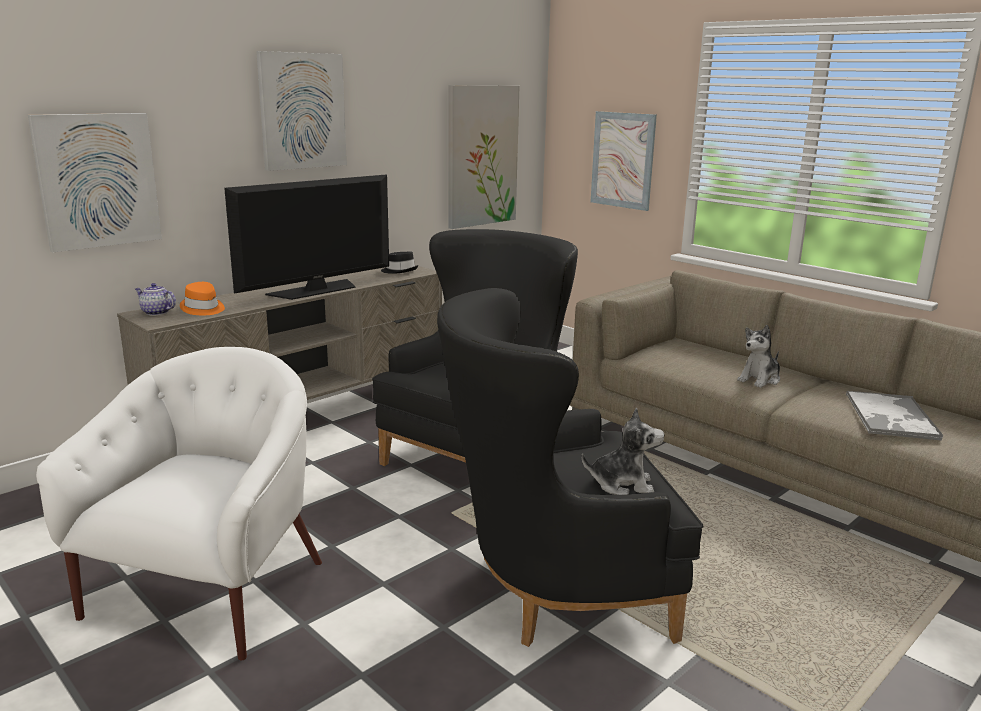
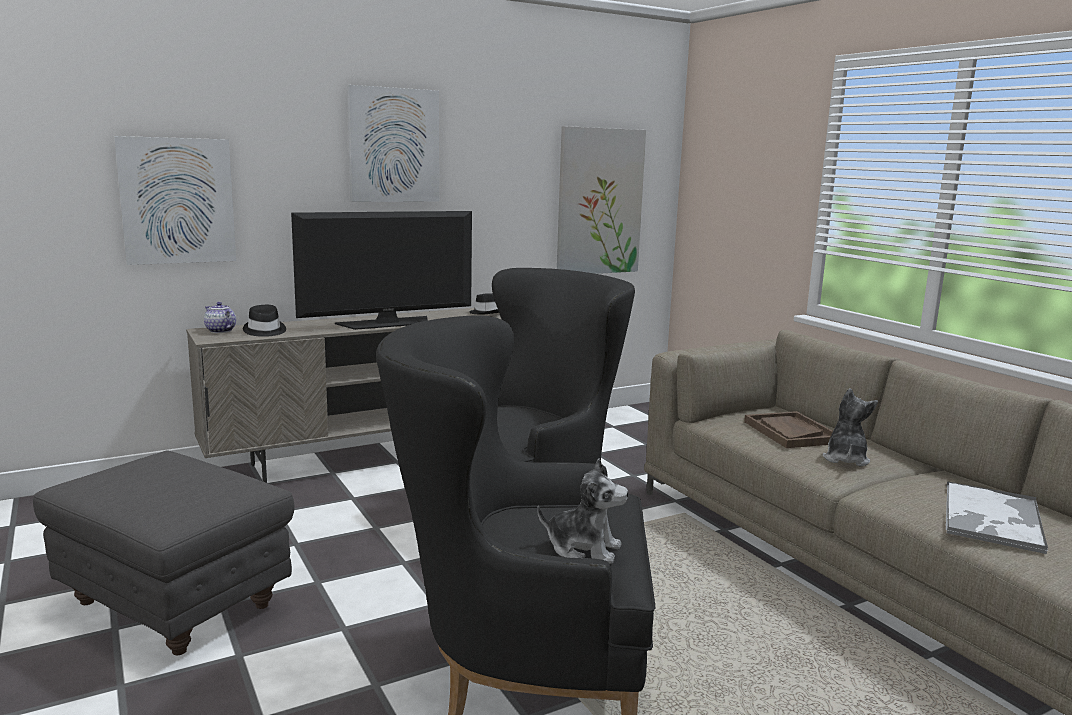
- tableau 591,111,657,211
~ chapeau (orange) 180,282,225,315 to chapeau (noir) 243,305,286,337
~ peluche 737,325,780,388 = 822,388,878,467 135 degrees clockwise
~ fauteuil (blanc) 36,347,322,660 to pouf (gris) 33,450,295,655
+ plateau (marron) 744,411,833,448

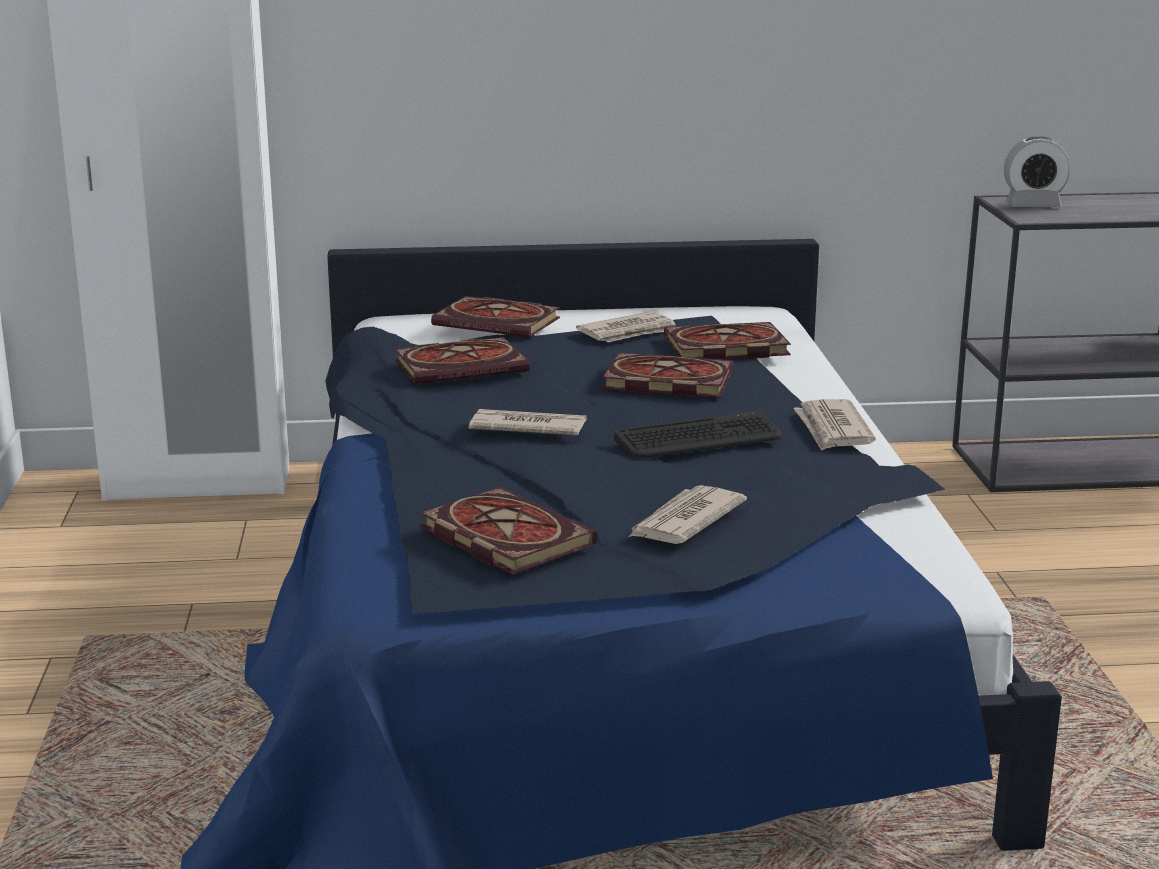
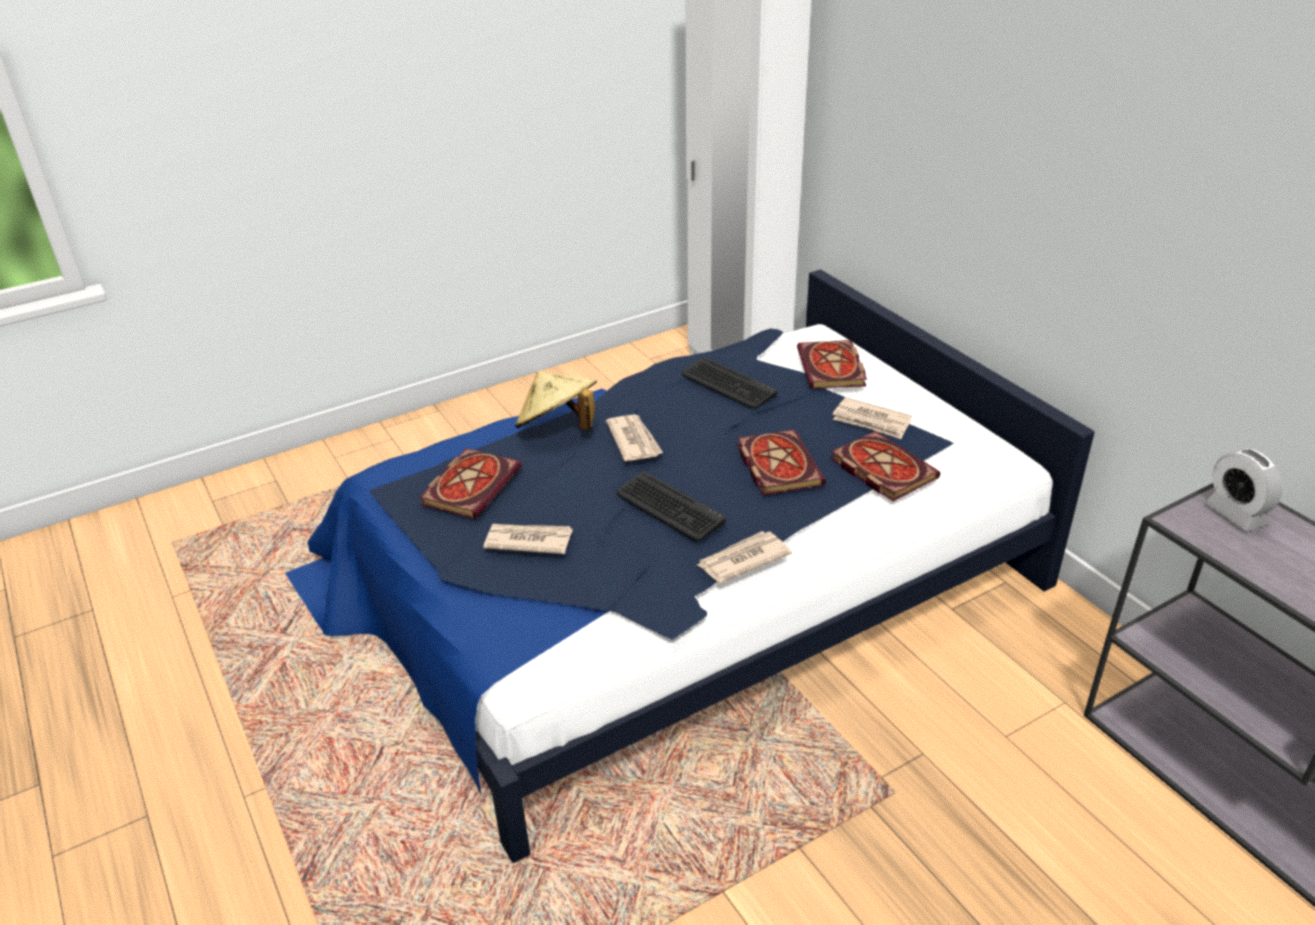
~ livre 394,337,530,384 to clavier 682,357,777,409
+ chapeau (beige) 515,372,597,430

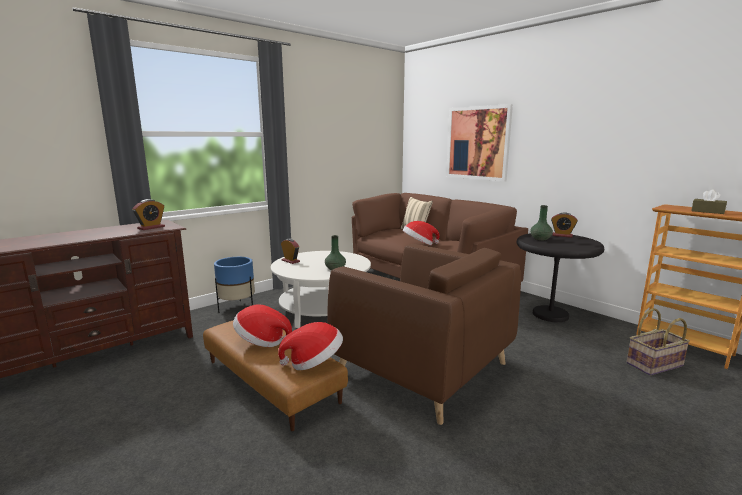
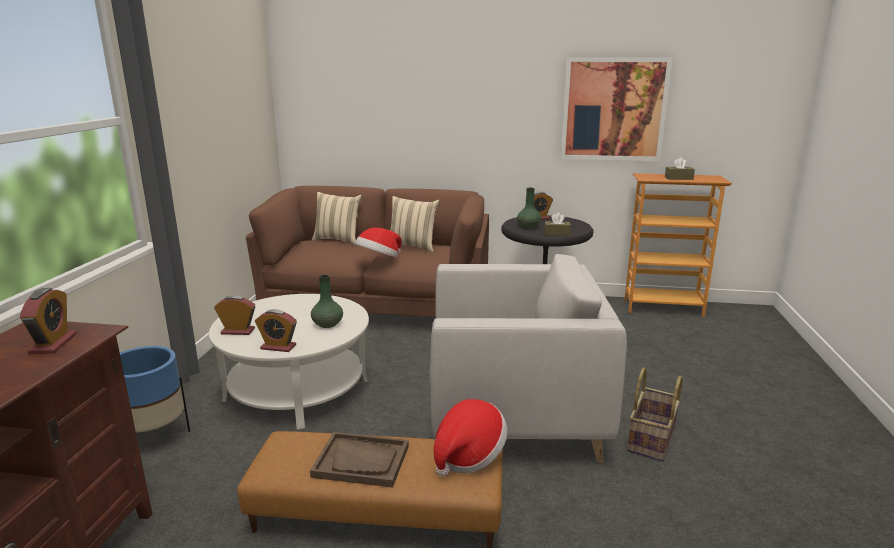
~ tableau 446,104,513,182 to 561,57,672,161
~ fauteuil (marron) 327,244,521,425 to fauteuil (gris) 430,254,627,463
~ chapeau 233,304,292,347 to plateau (marron) 310,432,409,488
~ panier 627,308,690,375 to 627,368,682,461
+ coussin (beige) 390,196,439,252
+ boîte à mouchoirs (marron) 544,213,571,236
+ réveil 255,309,297,352

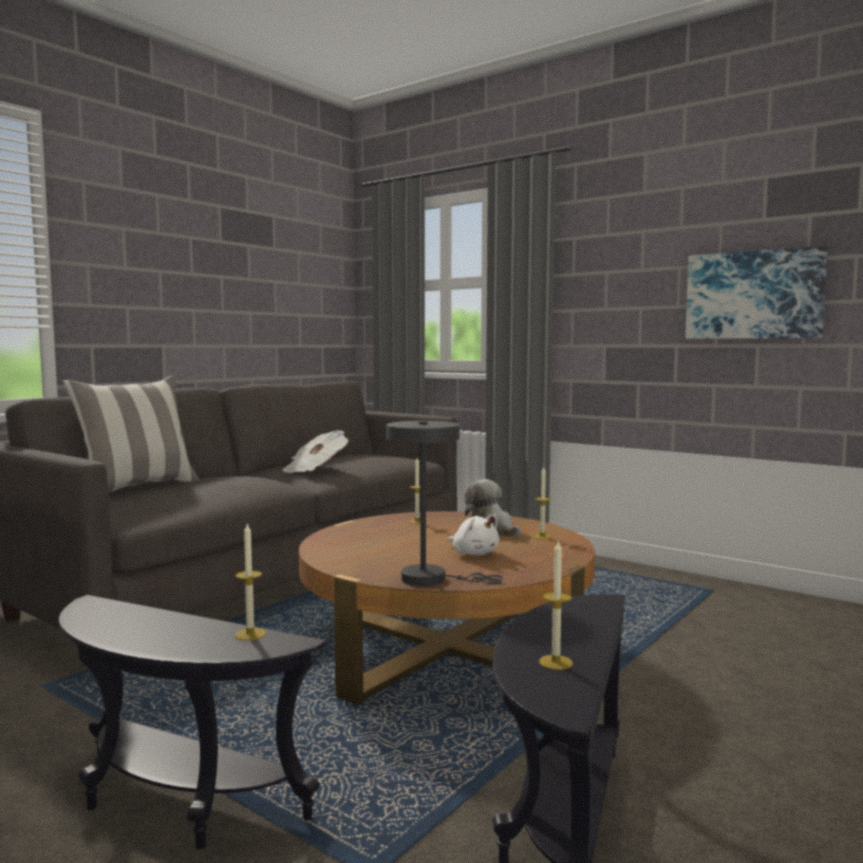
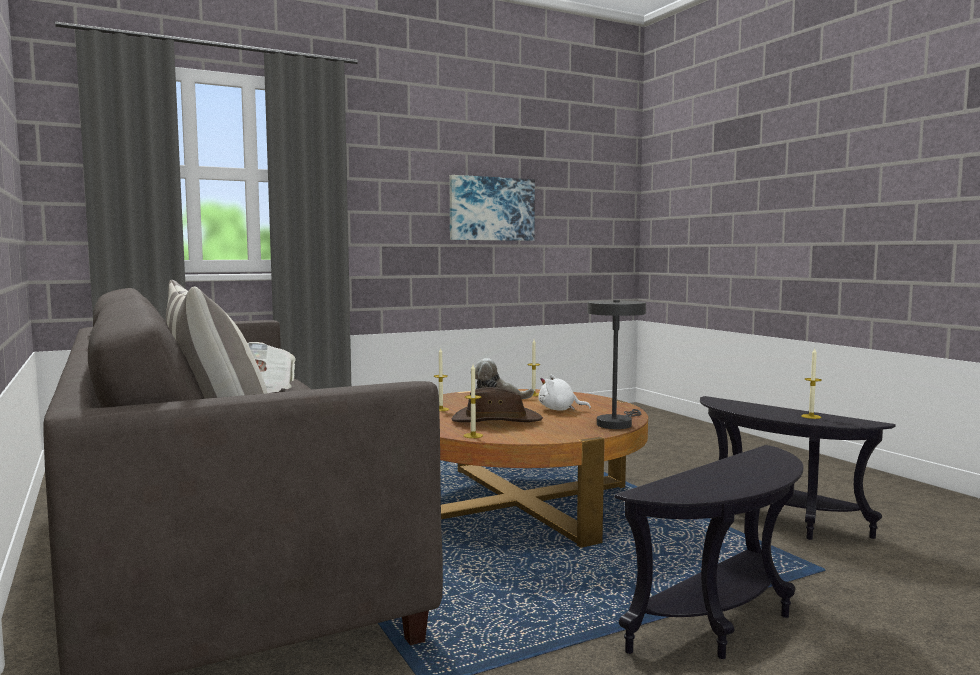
~ peluche (blanc) 448,514,499,555 = 538,374,591,411 150 degrees counterclockwise
~ bougie 235,522,266,641 to 464,365,483,438
+ chapeau (marron) 452,387,543,422

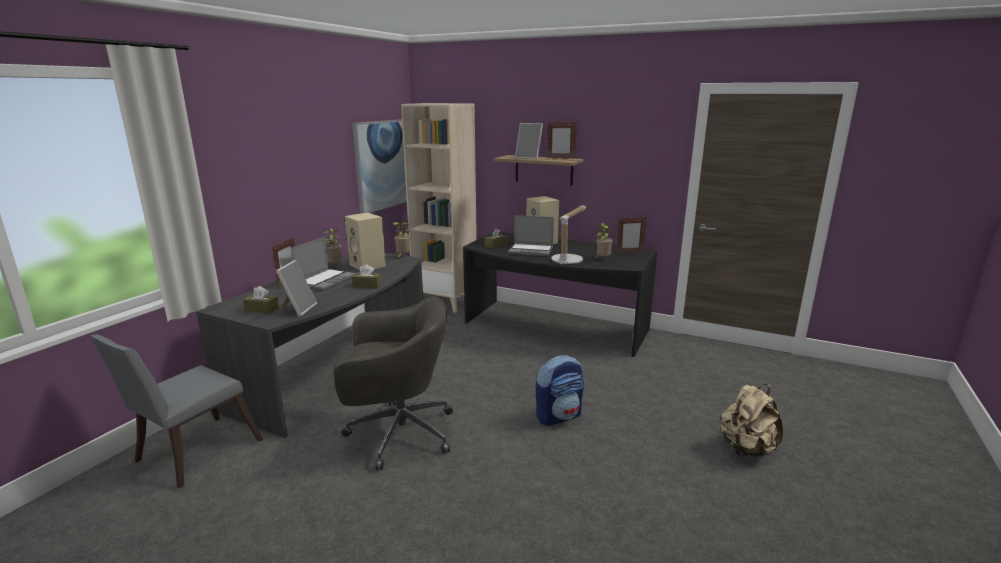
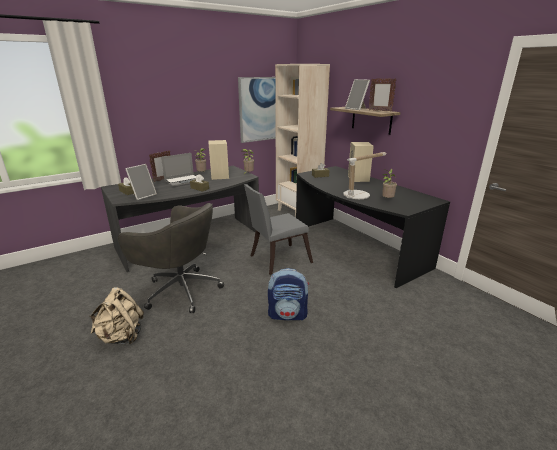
- ordinateur portable 508,215,554,256
- cadre photo 616,216,647,254
~ chaise (gris) 90,334,263,488 to 244,184,313,275
~ sac à dos (beige) 720,384,783,457 to 89,287,144,345

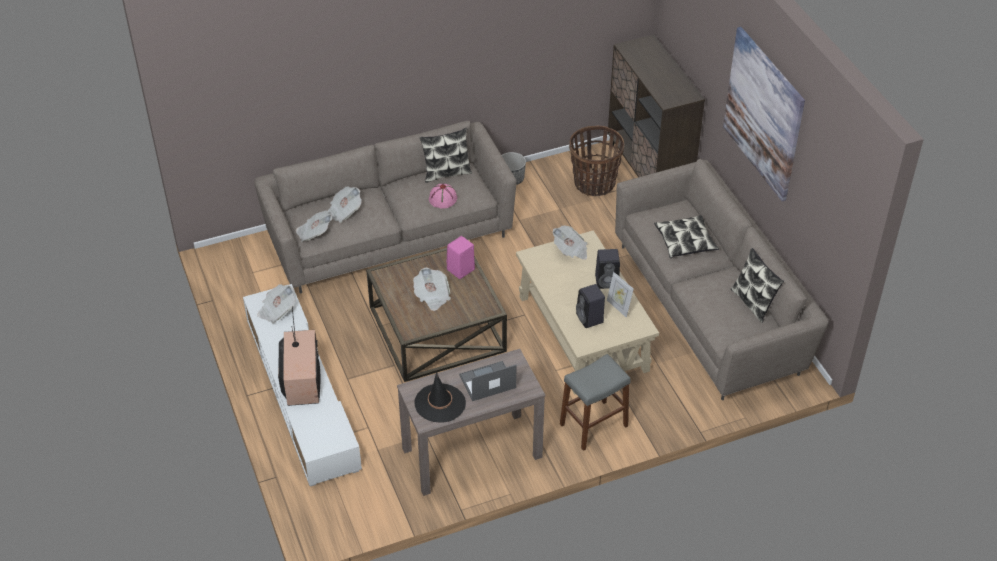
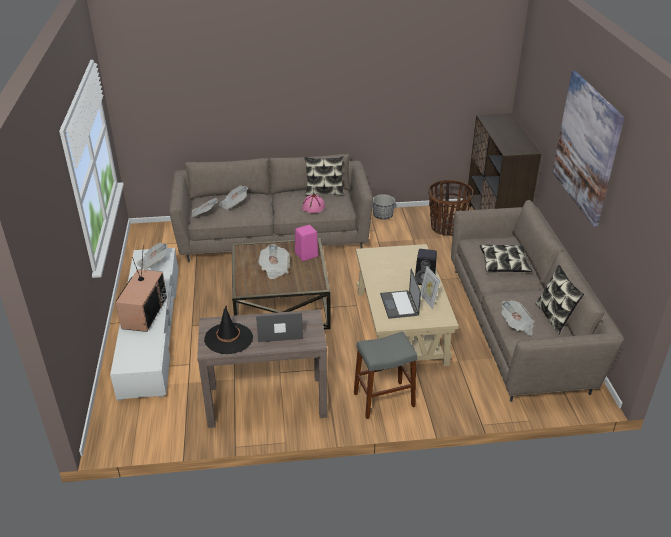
~ journal 553,226,588,260 to 501,300,535,336
~ enceinte (noir) 576,284,605,328 to ordinateur portable 380,269,421,319

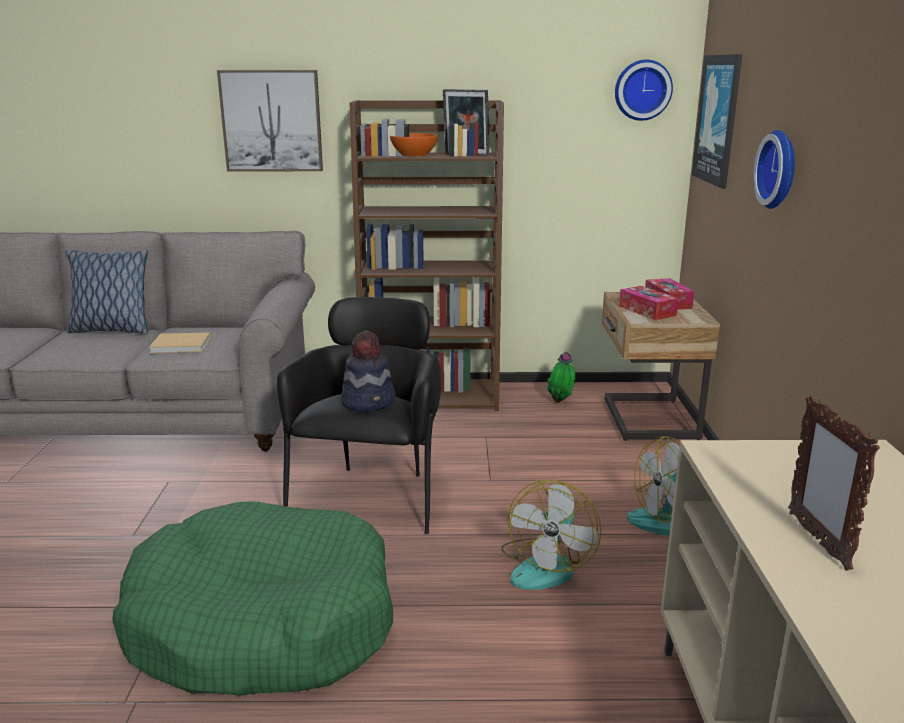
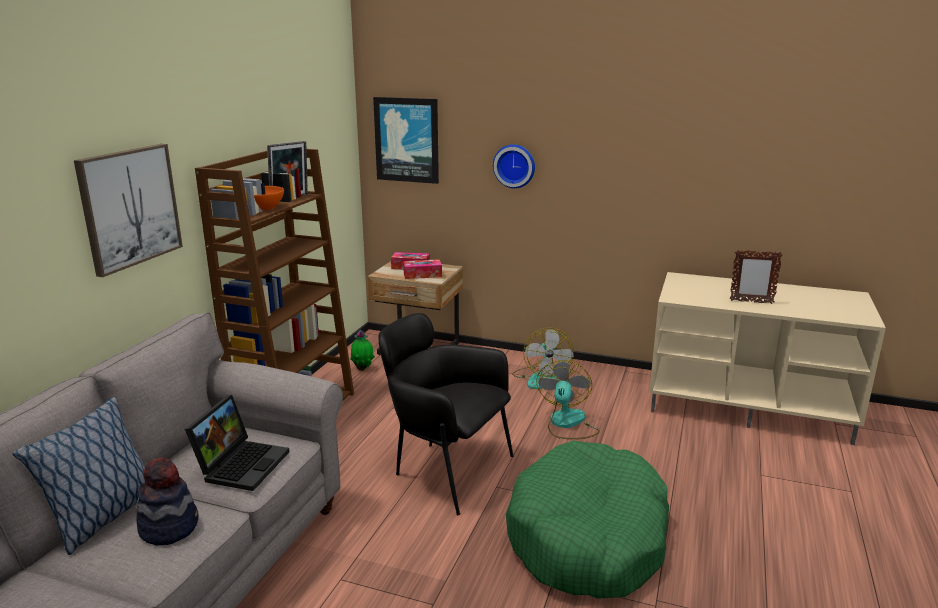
- horloge murale 615,60,673,121
~ chapeau 341,330,395,412 to 136,458,198,546
~ livre (beige) 149,332,211,353 to ordinateur portable 185,395,290,491
~ ventilateur 501,480,601,590 = 536,360,600,439 120 degrees counterclockwise

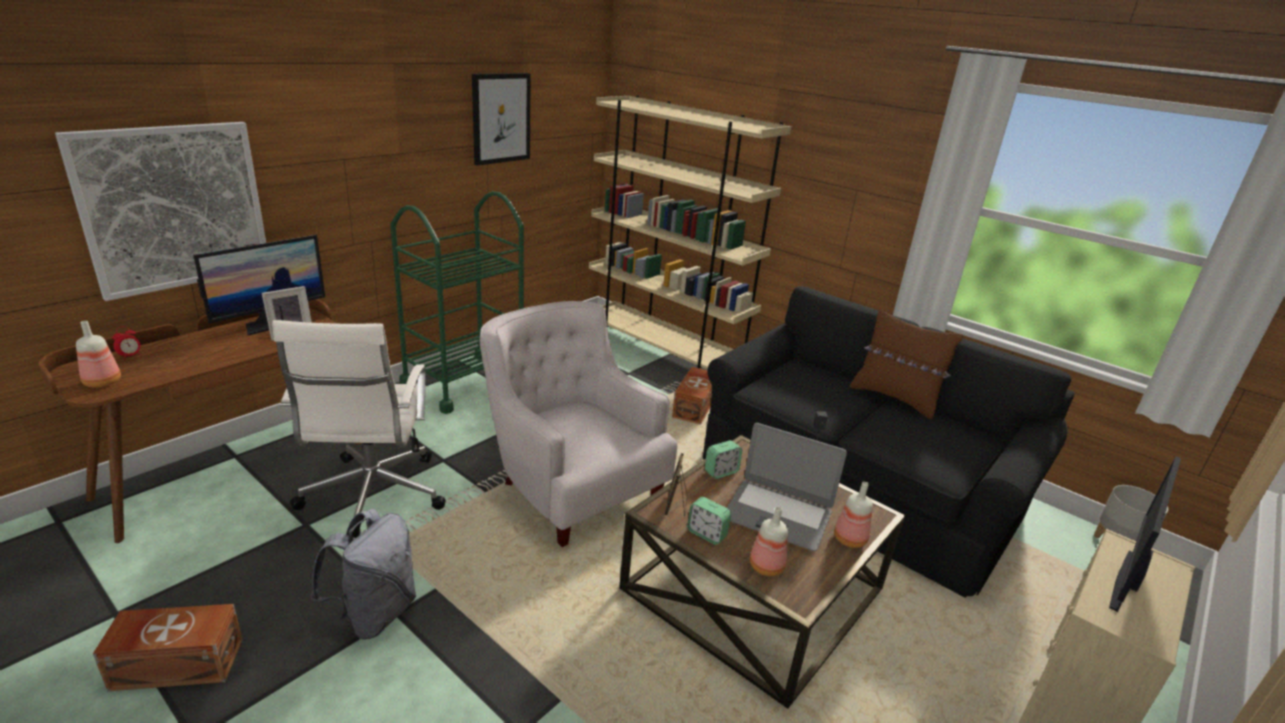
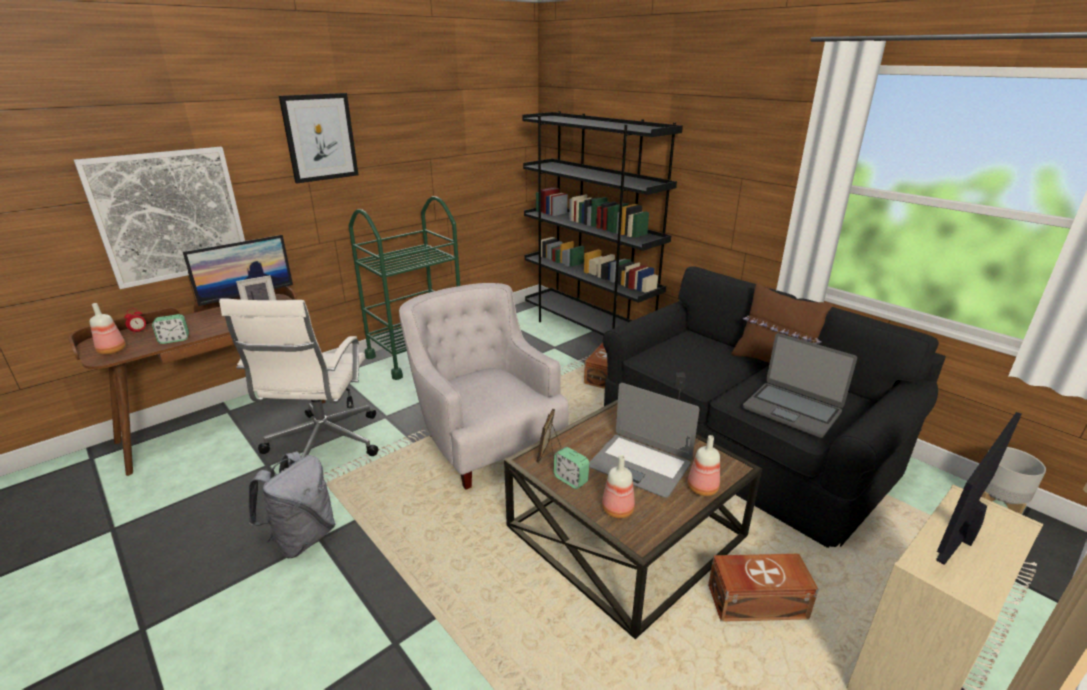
~ tableau 472,73,530,166 to 279,93,359,183
~ bibliothèque (beige) 589,95,792,370 to bibliothèque (noir) 522,111,683,336
~ réveil 705,440,742,479 to 152,314,189,344
~ boîte de rangement (marron) 93,604,243,692 to 708,554,819,622
+ ordinateur portable 743,333,857,438

